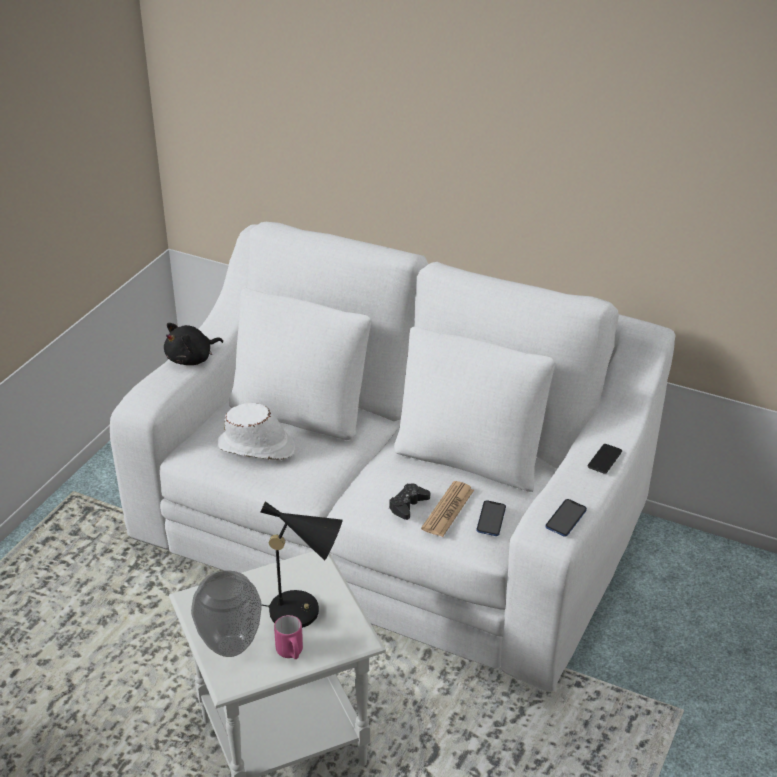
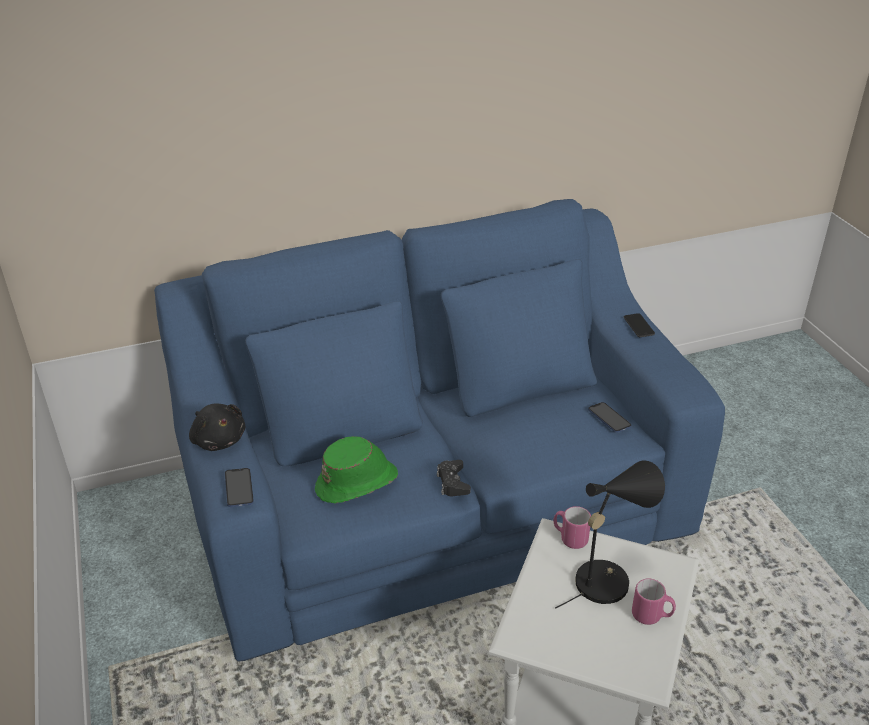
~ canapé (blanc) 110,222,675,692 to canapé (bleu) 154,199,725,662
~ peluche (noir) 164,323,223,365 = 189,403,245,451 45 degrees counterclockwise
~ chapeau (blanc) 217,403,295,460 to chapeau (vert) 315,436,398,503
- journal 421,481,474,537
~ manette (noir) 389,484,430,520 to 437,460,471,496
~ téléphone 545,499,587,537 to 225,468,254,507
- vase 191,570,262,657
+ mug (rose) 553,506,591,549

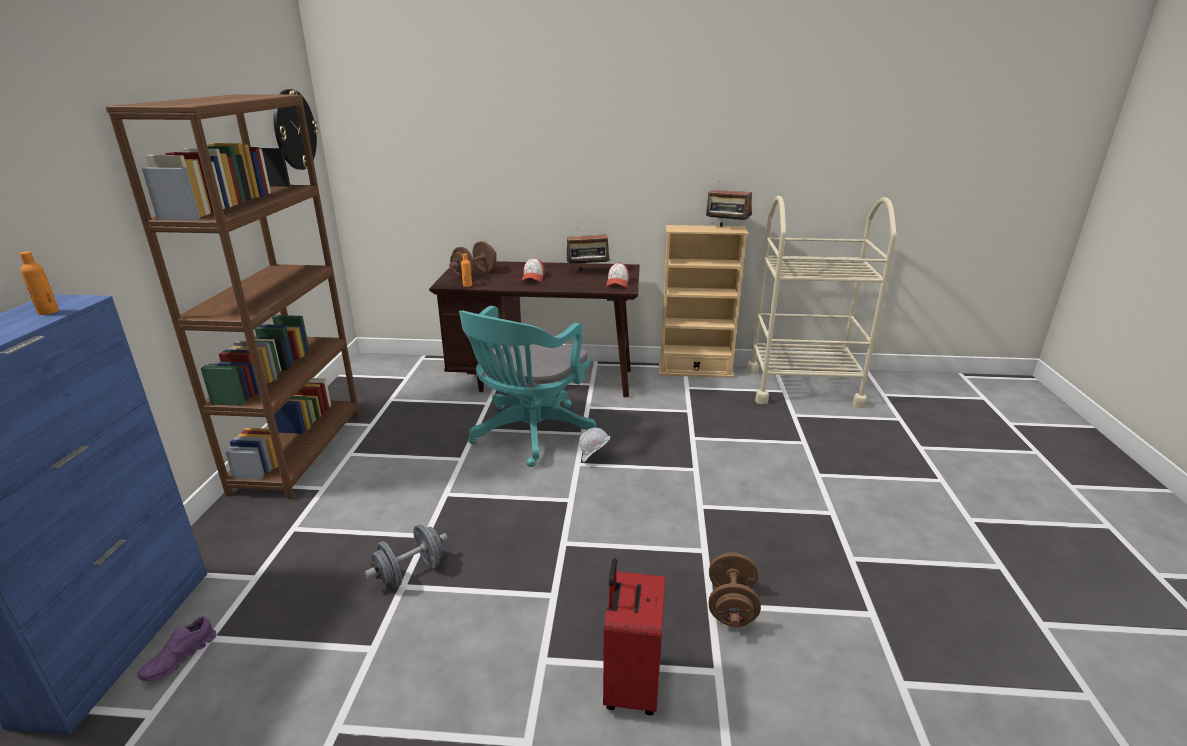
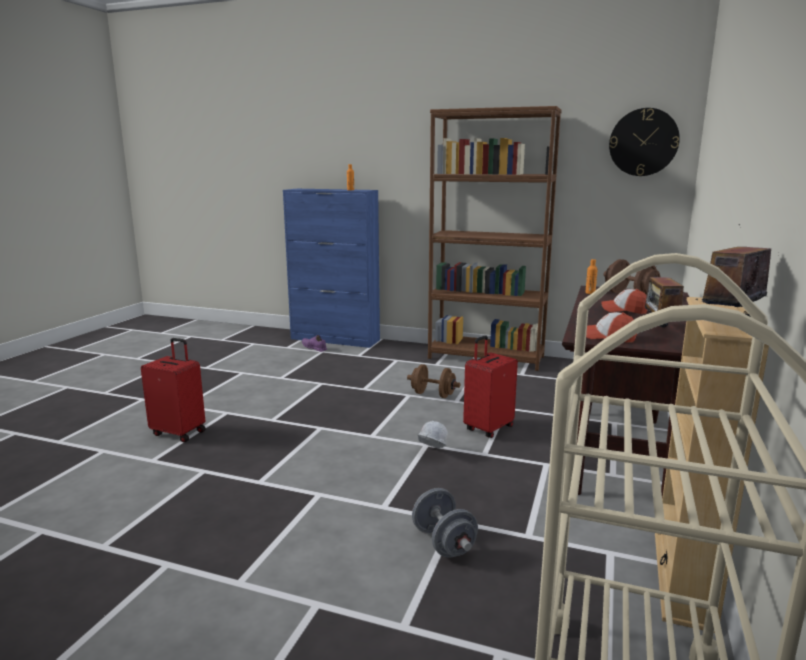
~ chaise de bureau (turquoise) 459,306,596,467 to valise (rouge) 463,335,518,438
~ haltère (gris) 365,524,448,587 to 412,488,478,557
~ haltère (marron) 709,552,761,627 to 407,364,460,398

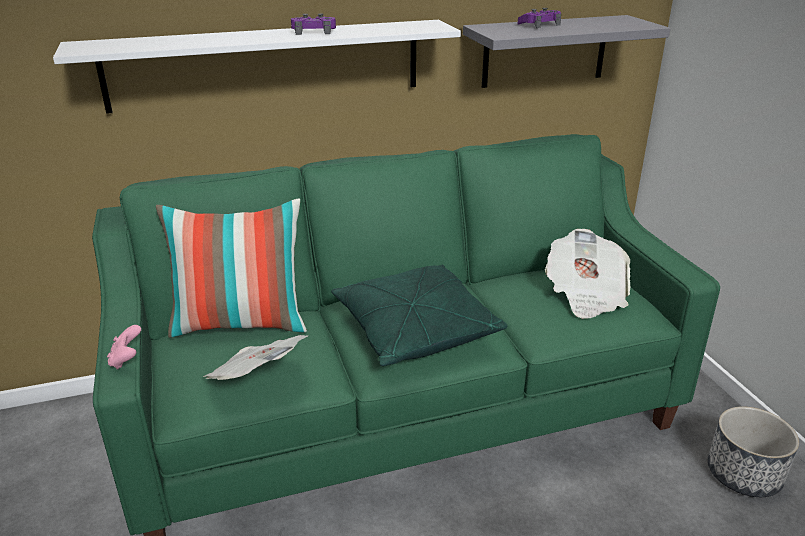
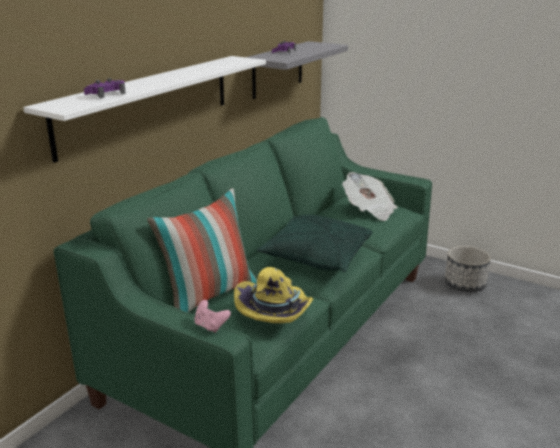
~ manette (violet) 291,13,336,35 to 84,78,126,98
~ journal 203,335,309,380 to chapeau (jaune) 234,267,313,323

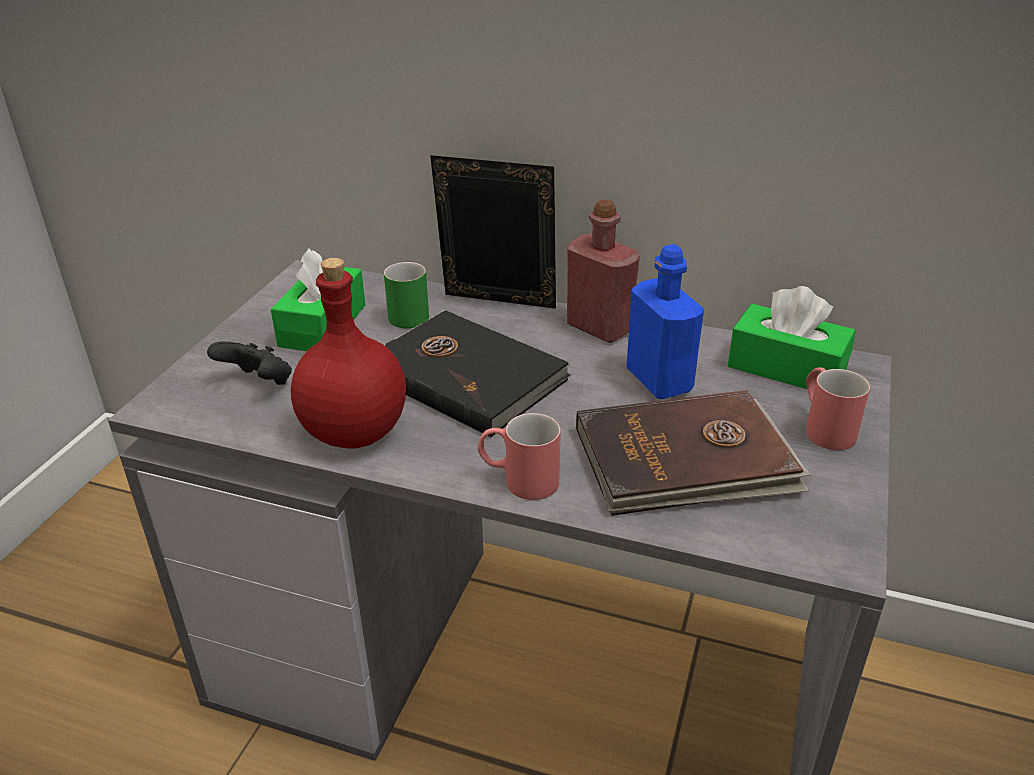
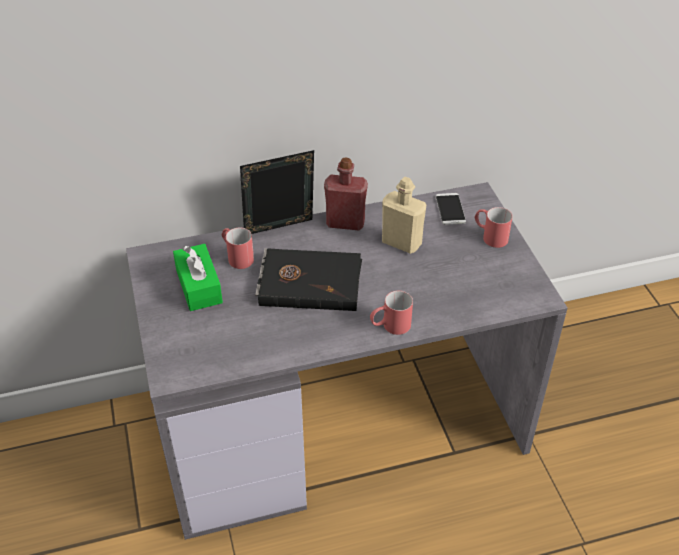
~ bouteille (bleu) 626,244,704,399 to bouteille (beige) 382,177,426,254
- bouteille (rouge) 291,258,406,449
~ mug (vert) 384,262,429,328 to mug (rouge) 222,227,254,269
~ boîte à mouchoirs (vert) 728,286,856,389 to téléphone 436,193,466,225
- manette (noir) 207,341,292,385
- livre (marron) 576,390,811,516

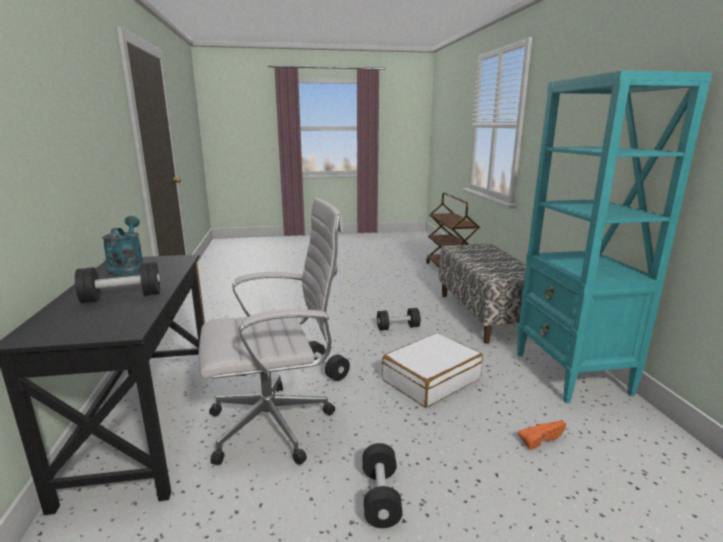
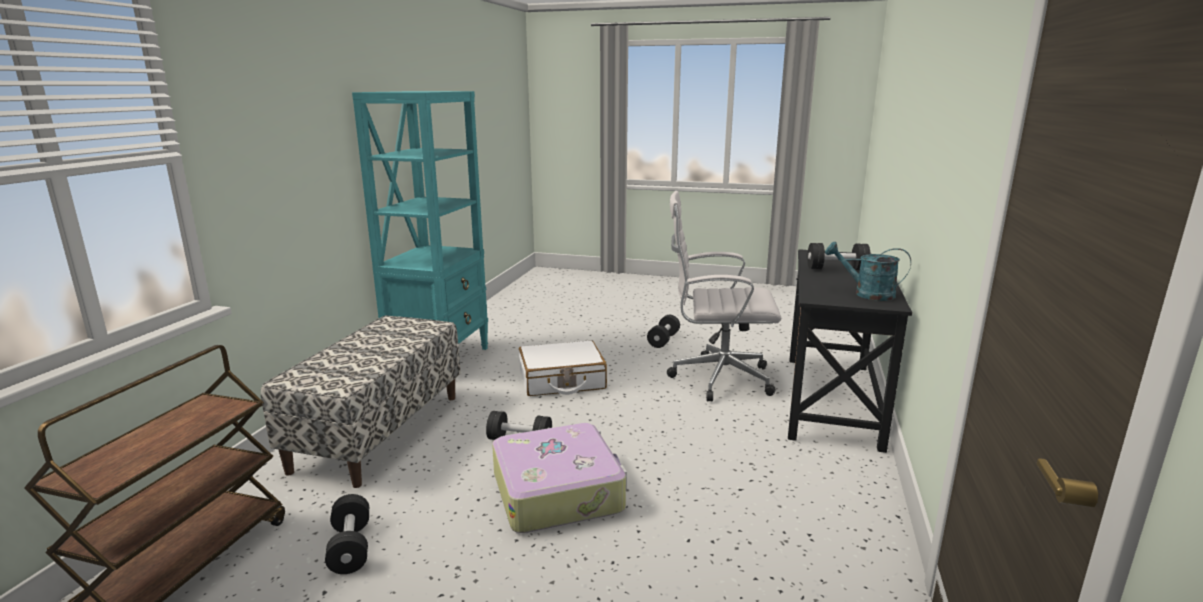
~ arrosoir (turquoise) 102,216,144,276 = 825,242,911,301 105 degrees clockwise
~ haltère (noir) 308,341,350,381 to 325,494,369,574
- chaussure (orange) 518,421,566,450
+ valise 492,423,627,533

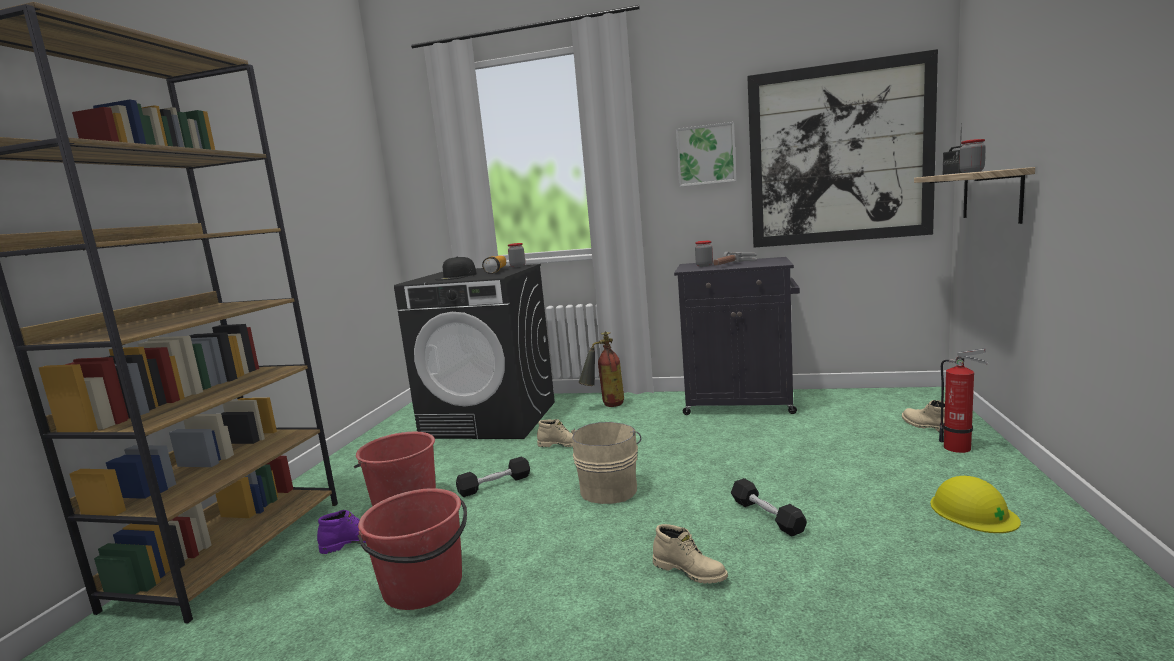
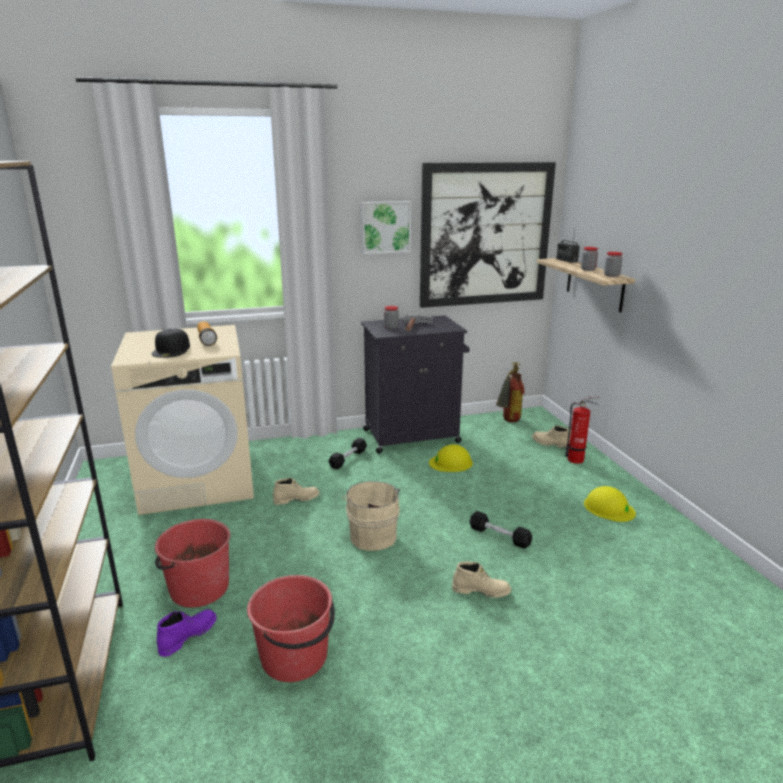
~ bocal 508,243,525,268 to 604,252,623,277
~ lave-linge (noir) 394,264,555,439 to lave-linge (beige) 111,325,254,515
~ extincteur 579,331,624,407 to 496,362,525,422
~ haltère (noir) 456,457,530,497 to 328,438,367,469
+ casque de chantier (jaune) 429,444,473,472

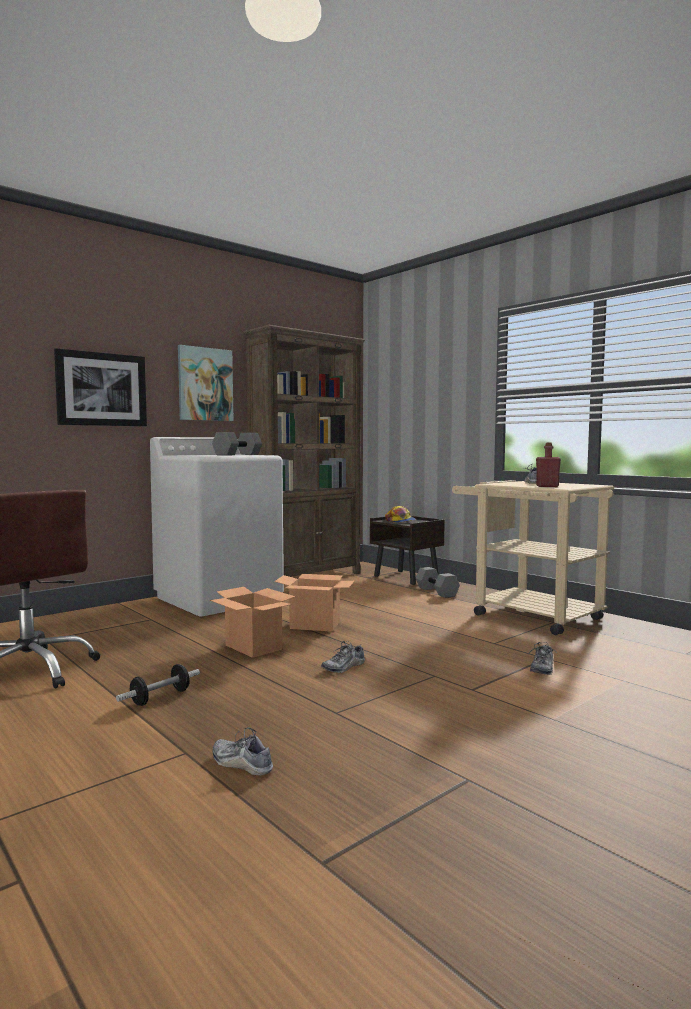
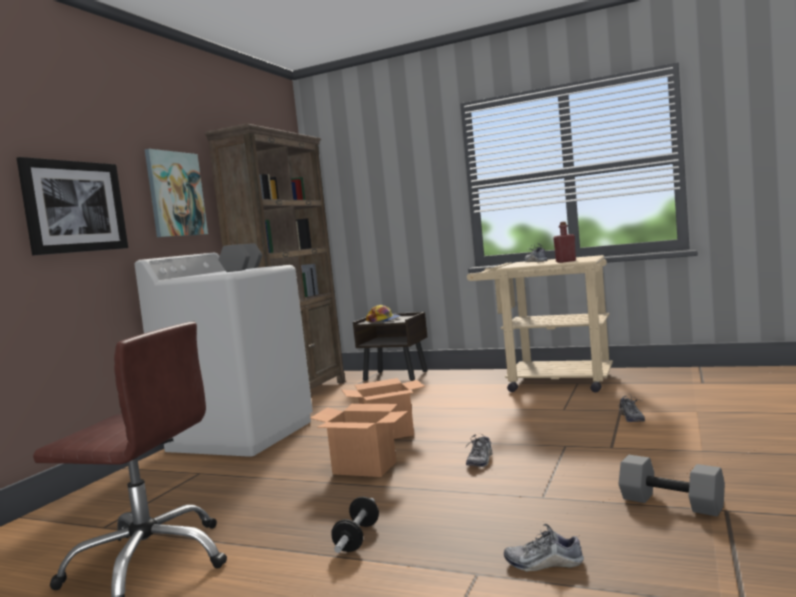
~ haltère (gris) 415,567,460,598 to 619,455,725,516

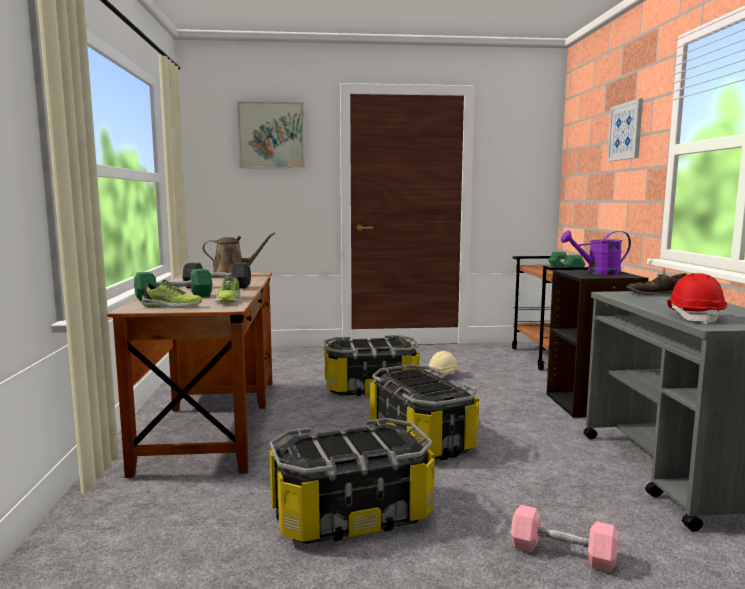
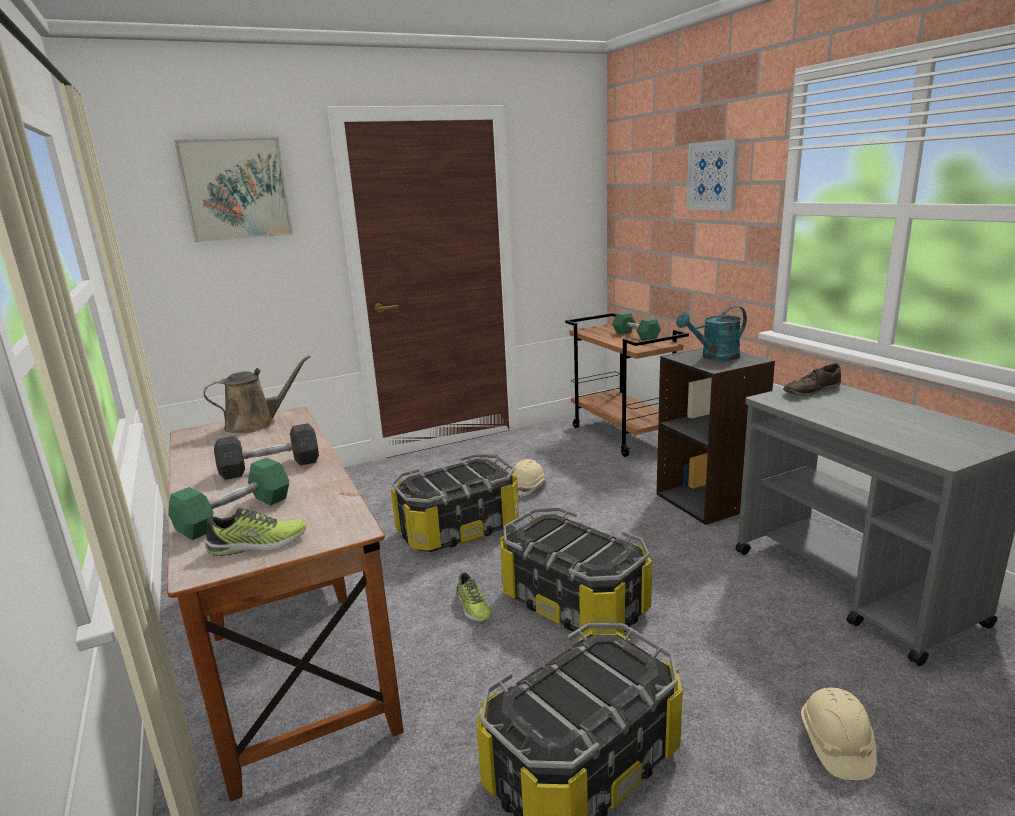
~ arrosoir (violet) 561,230,631,275 to arrosoir (turquoise) 676,306,747,361
- casque de chantier (rouge) 667,273,727,324
~ chaussure 215,274,240,302 to 456,572,493,621
~ haltère (rose) 511,505,618,572 to casque de chantier (beige) 801,687,877,780

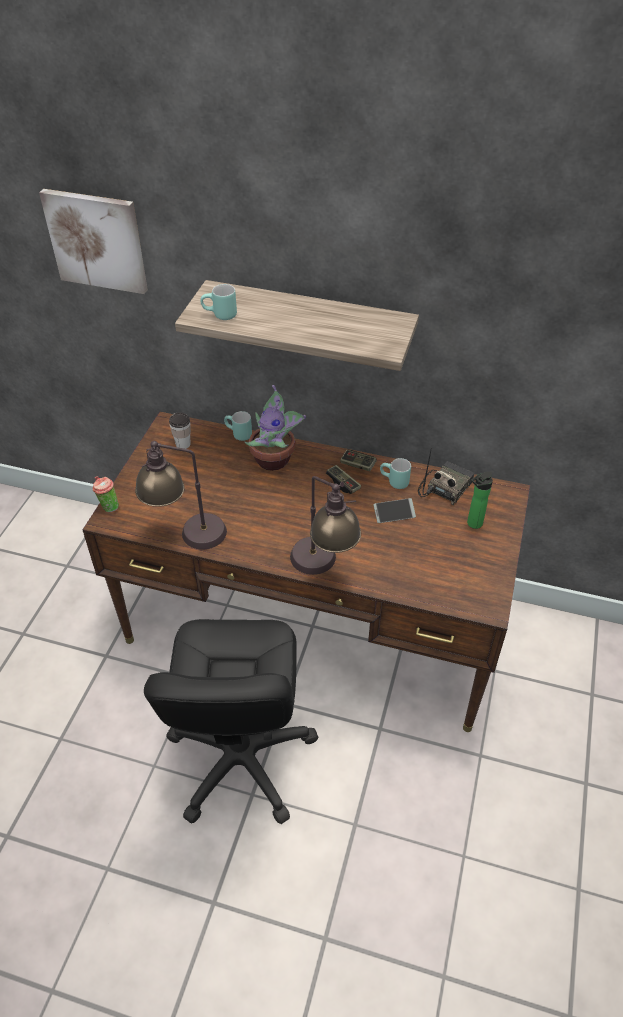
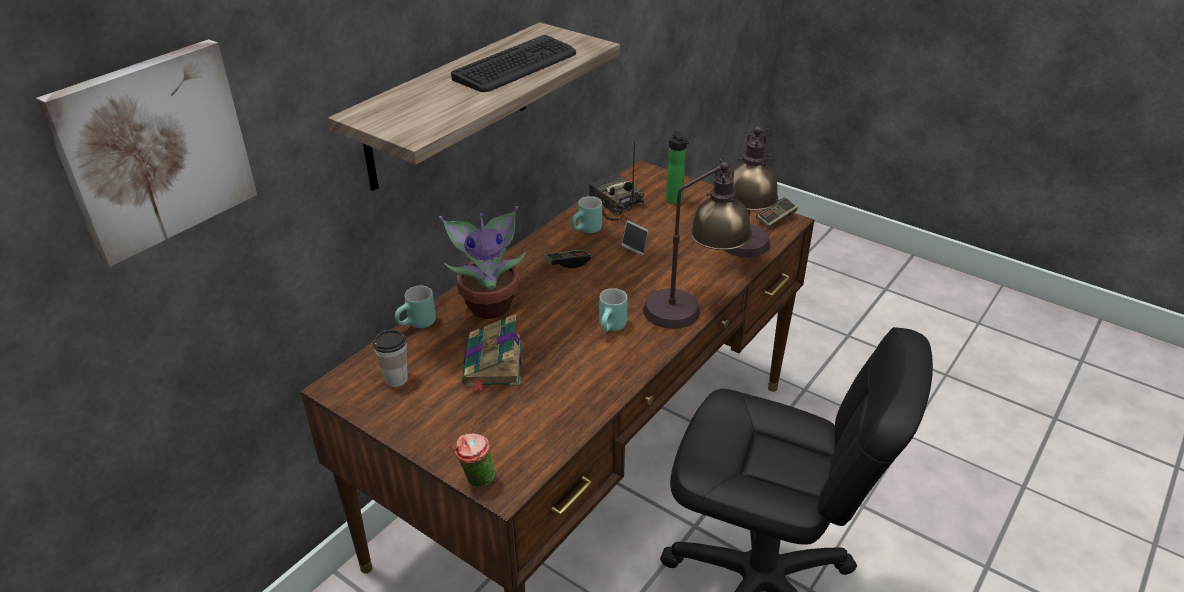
~ mug (turquoise) 200,284,237,320 to 599,288,628,332
~ lampe de table 135,441,227,550 to 724,126,778,257
~ manette 340,450,377,471 to 756,197,798,229
+ clavier 451,35,576,92
+ livre 462,314,523,392

